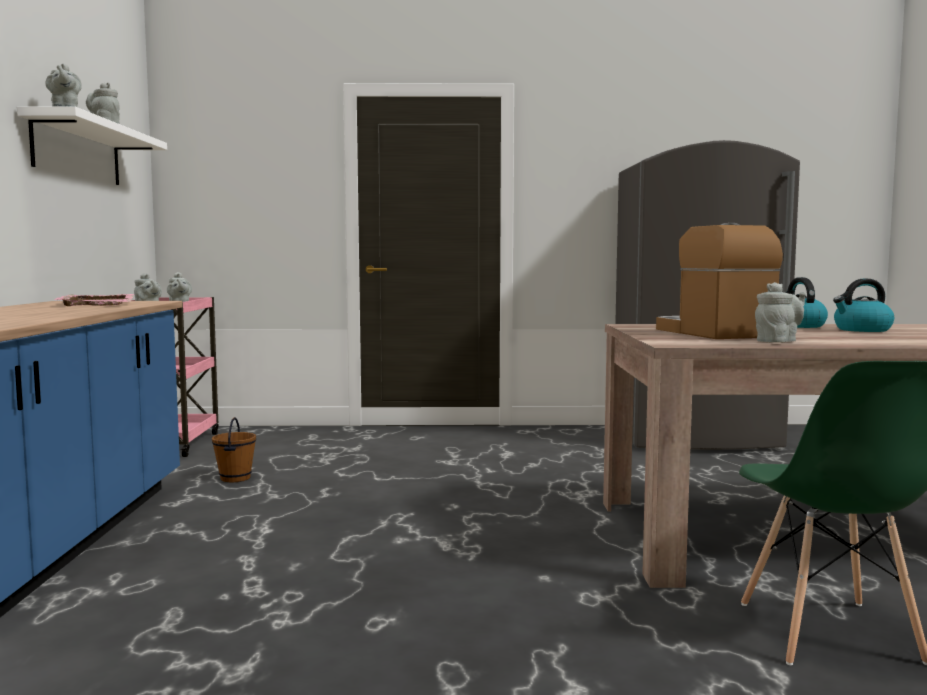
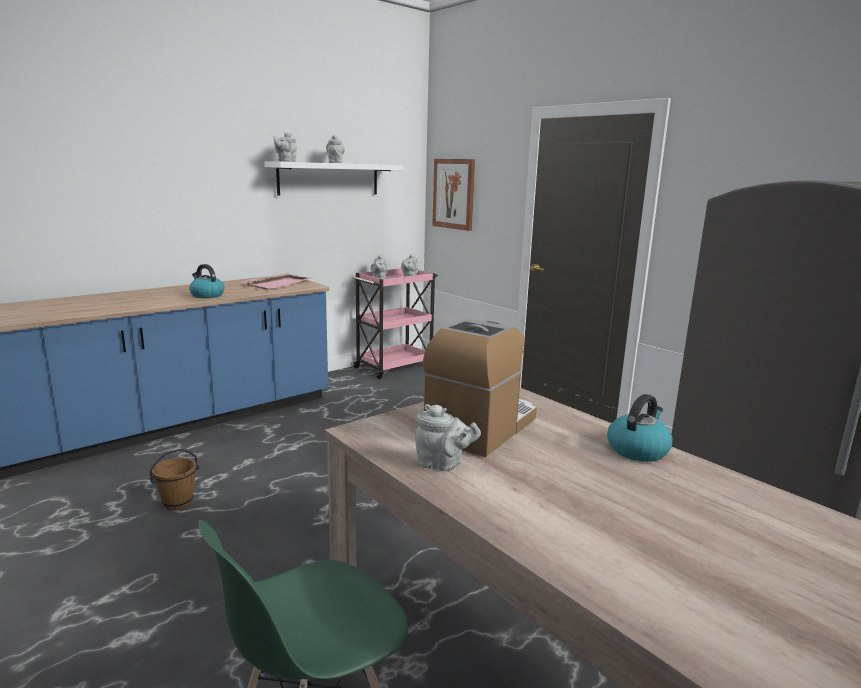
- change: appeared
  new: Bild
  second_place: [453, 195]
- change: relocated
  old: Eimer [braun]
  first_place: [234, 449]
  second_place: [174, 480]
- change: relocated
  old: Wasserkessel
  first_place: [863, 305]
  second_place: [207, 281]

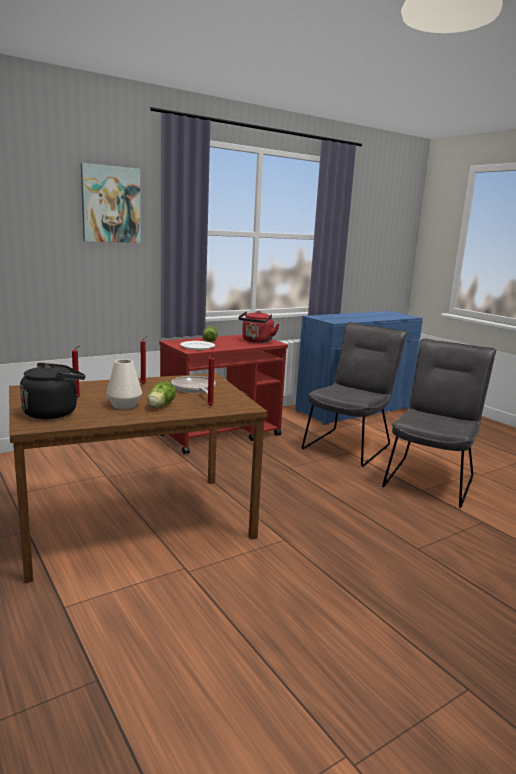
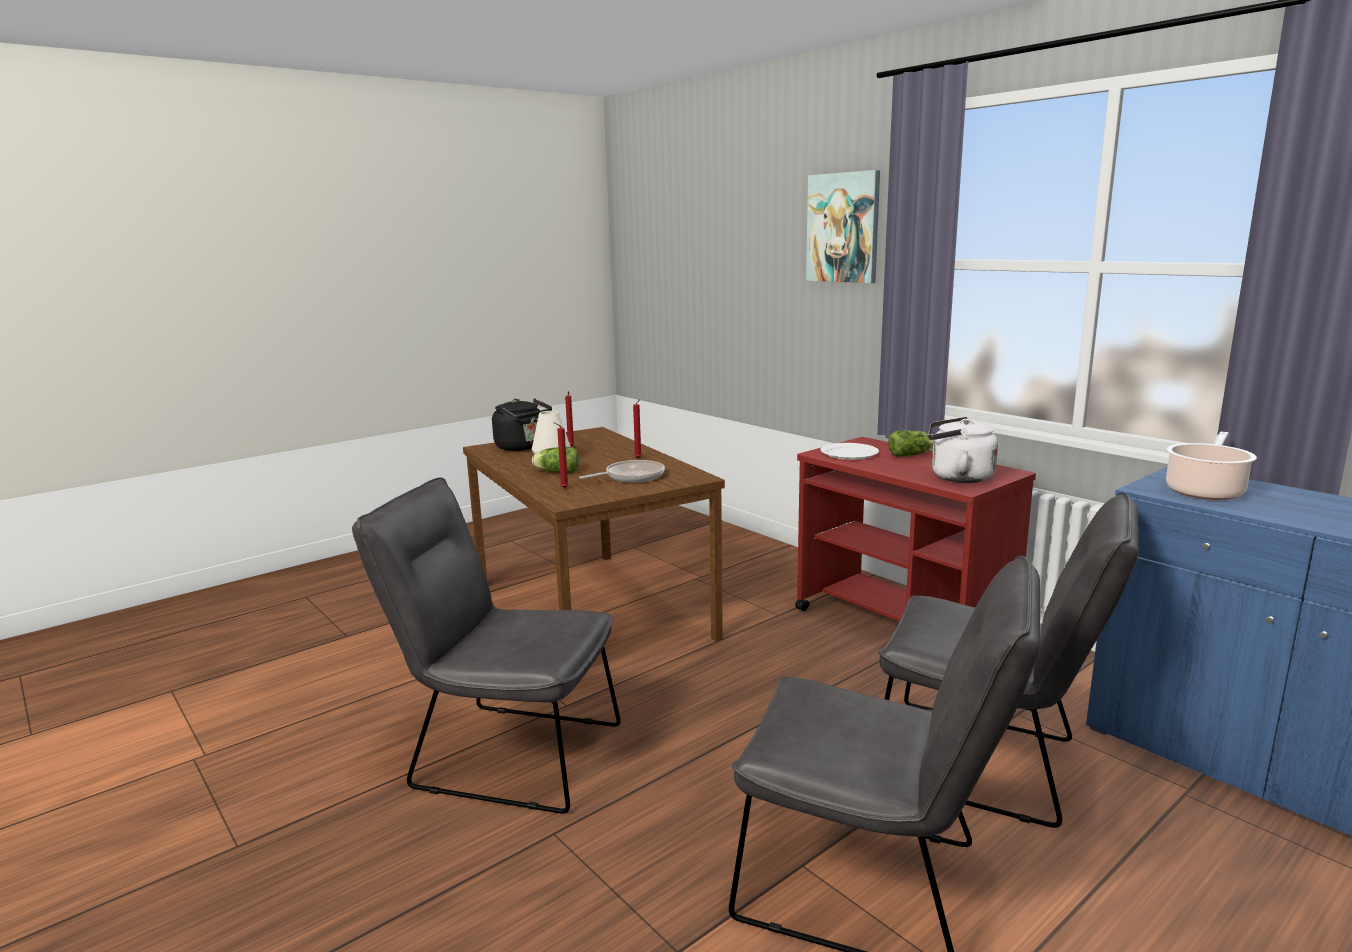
- change: appeared
  new: Stuhl [grau]
  second_place: [486, 645]
- change: appeared
  new: Kochtopf
  second_place: [1211, 466]
- change: colour
  old: Wasserkessel [rot]
  new: Wasserkessel [weiß]
  first_place: [258, 327]
  second_place: [963, 450]

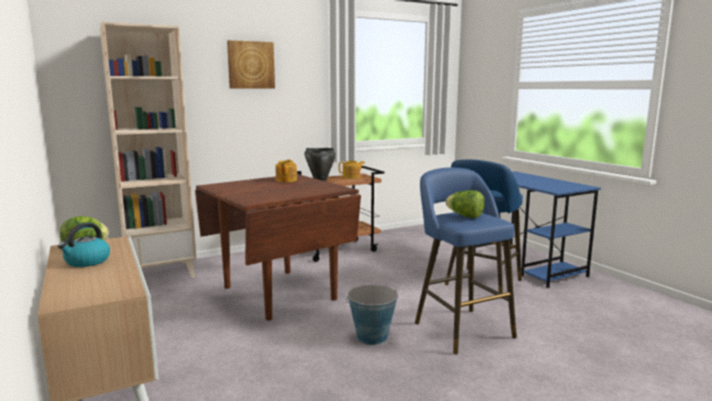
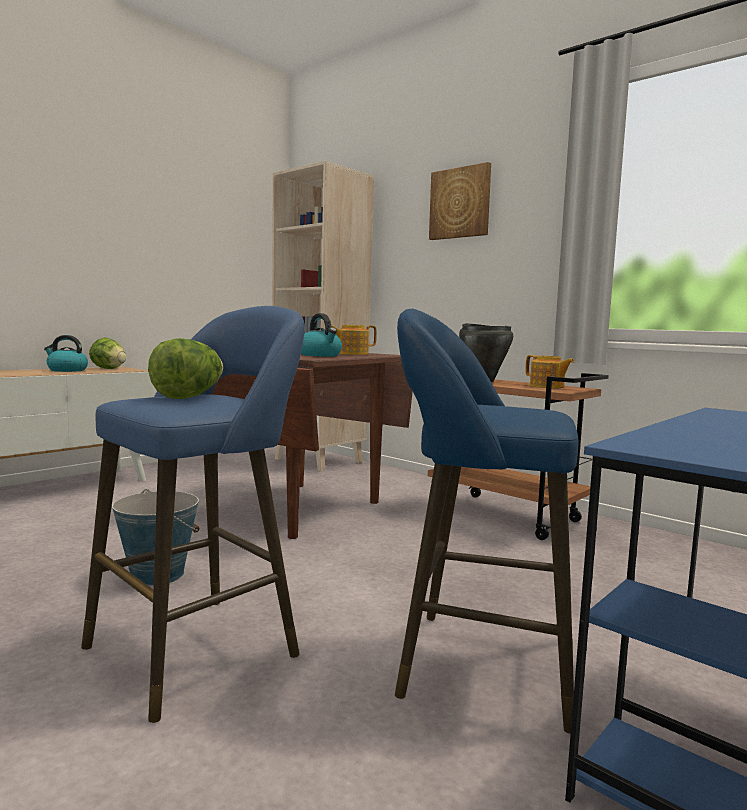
- change: appeared
  new: Wasserkessel
  second_place: [321, 334]

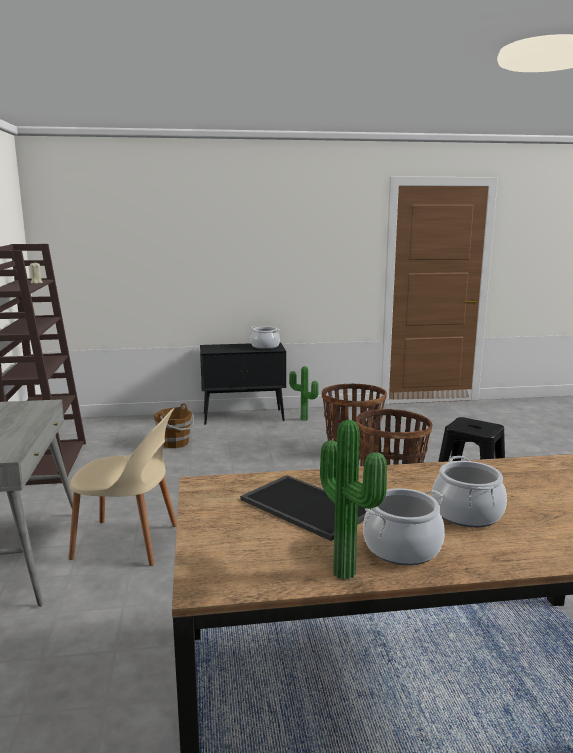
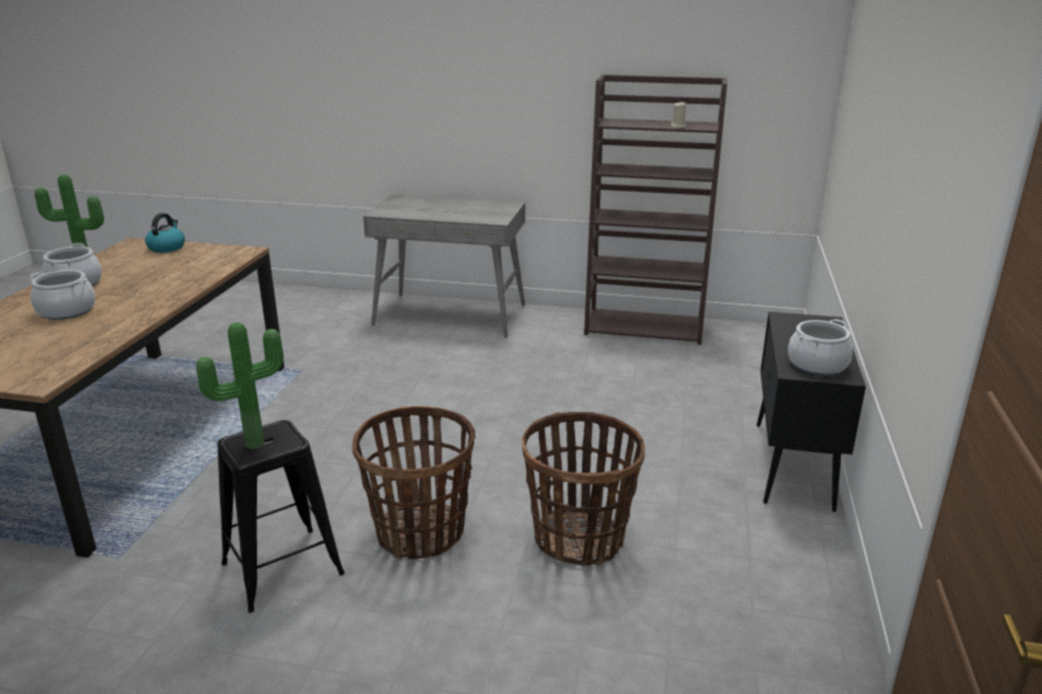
- change: missing
  old: Stuhl [beige]
  first_place: [123, 487]
- change: missing
  old: Eimer [braun]
  first_place: [174, 426]
- change: missing
  old: Tablett
  first_place: [303, 508]
- change: appeared
  new: Wasserkessel
  second_place: [165, 233]
- change: relocated
  old: Topfpflanze
  first_place: [304, 393]
  second_place: [240, 385]

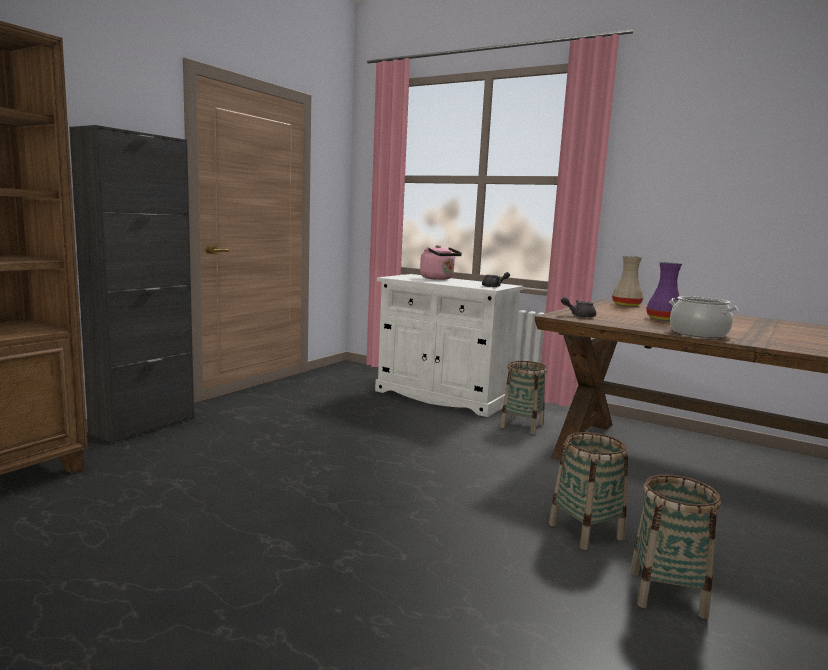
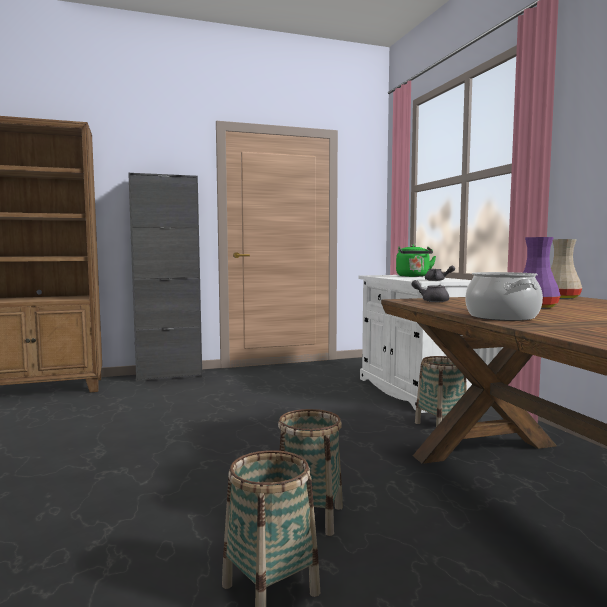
- change: colour
  old: Wasserkessel [rosa]
  new: Wasserkessel [grün]
  first_place: [441, 262]
  second_place: [416, 260]

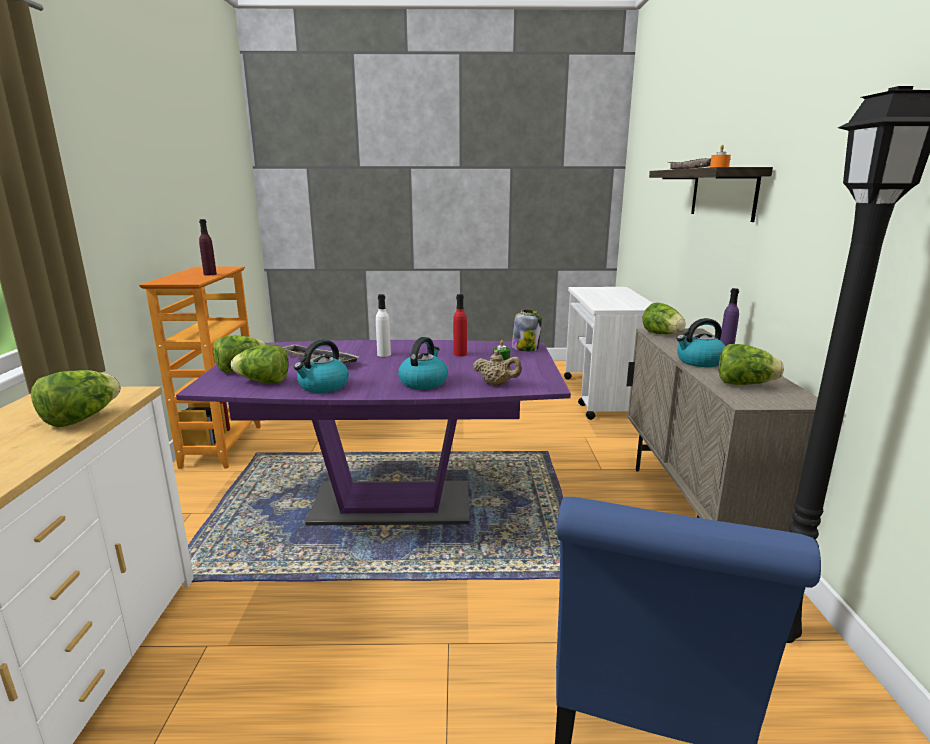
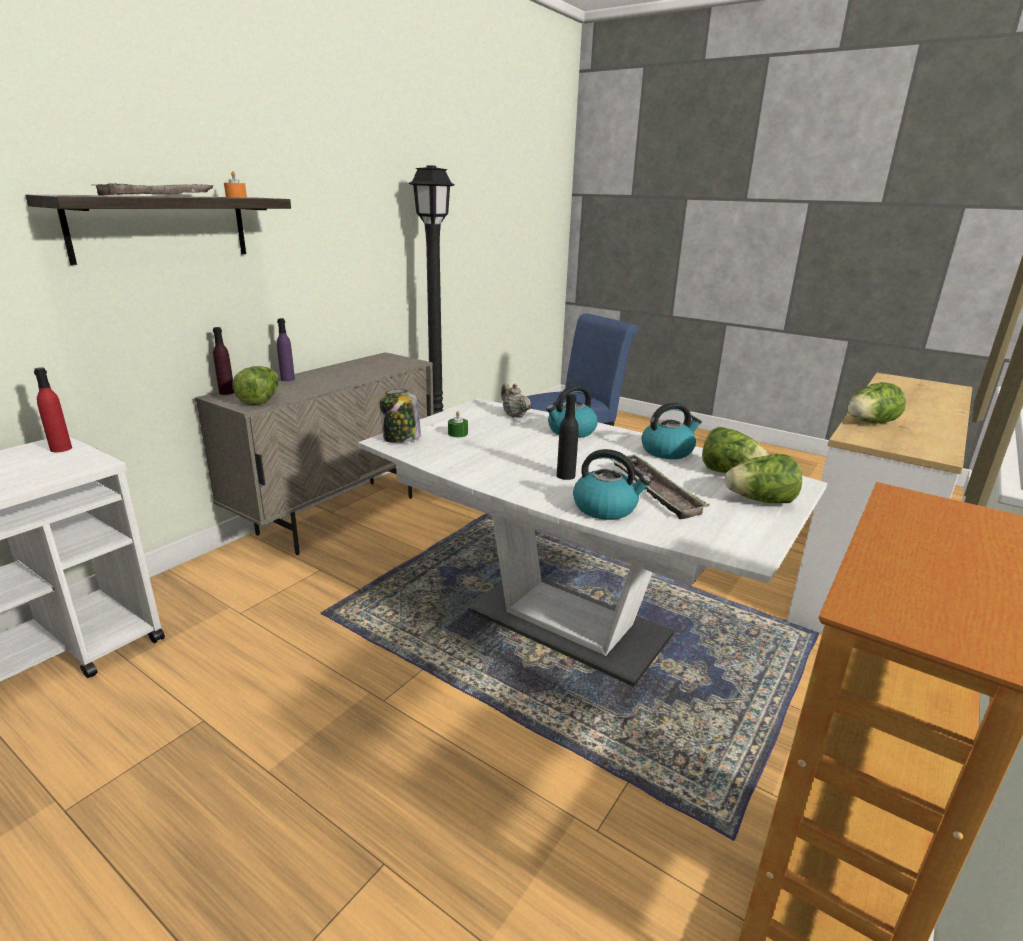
- change: missing
  old: Salatkopf
  first_place: [751, 364]
- change: relocated
  old: Flasche [lila]
  first_place: [208, 247]
  second_place: [223, 361]
- change: relocated
  old: Flasche [rot]
  first_place: [460, 325]
  second_place: [53, 409]
- change: relocated
  old: Wasserkessel
  first_place: [700, 342]
  second_place: [612, 484]
- change: colour
  old: Esstisch [lila]
  new: Esstisch [weiß]
  first_place: [373, 432]
  second_place: [592, 543]
- change: colour
  old: Flasche [weiß]
  new: Flasche [schwarz]
  first_place: [383, 325]
  second_place: [568, 437]

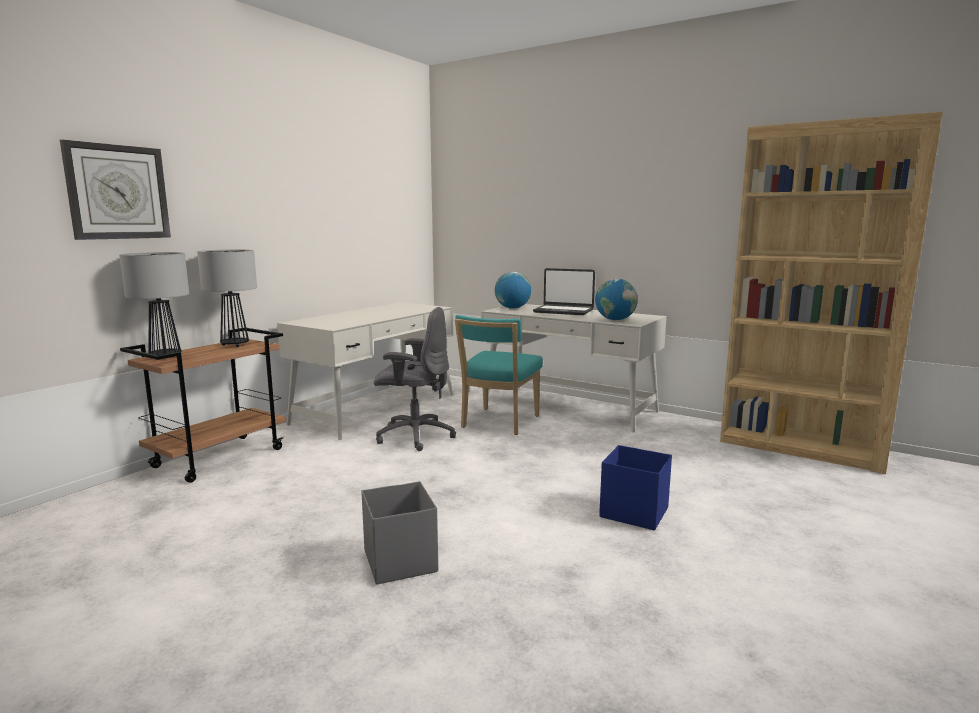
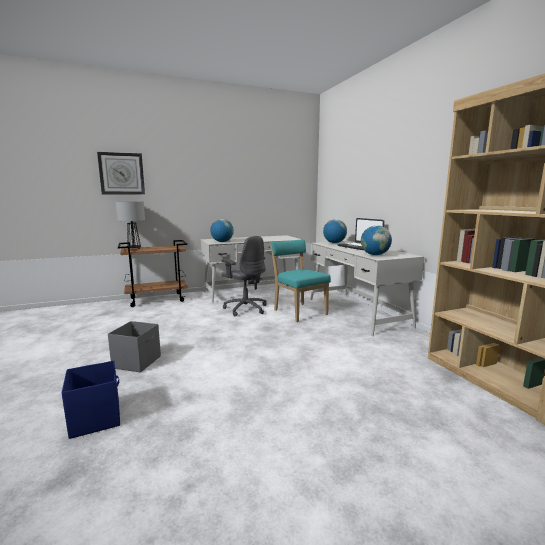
- change: missing
  old: Tischlampe
  first_place: [227, 298]
- change: appeared
  new: Globus
  second_place: [222, 230]
- change: relocated
  old: Aufbewahrungsbox [blau]
  first_place: [635, 487]
  second_place: [90, 399]
- change: spun
  old: Stuhl [türkis]
  first_place: [499, 375]
  second_place: [301, 280]
  degrees: 90

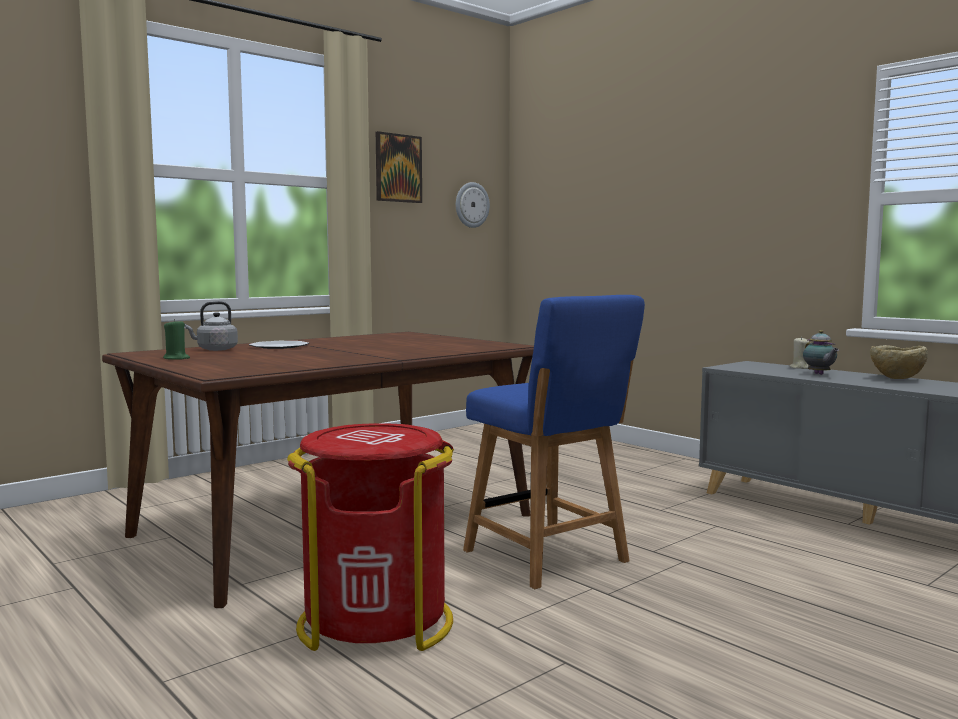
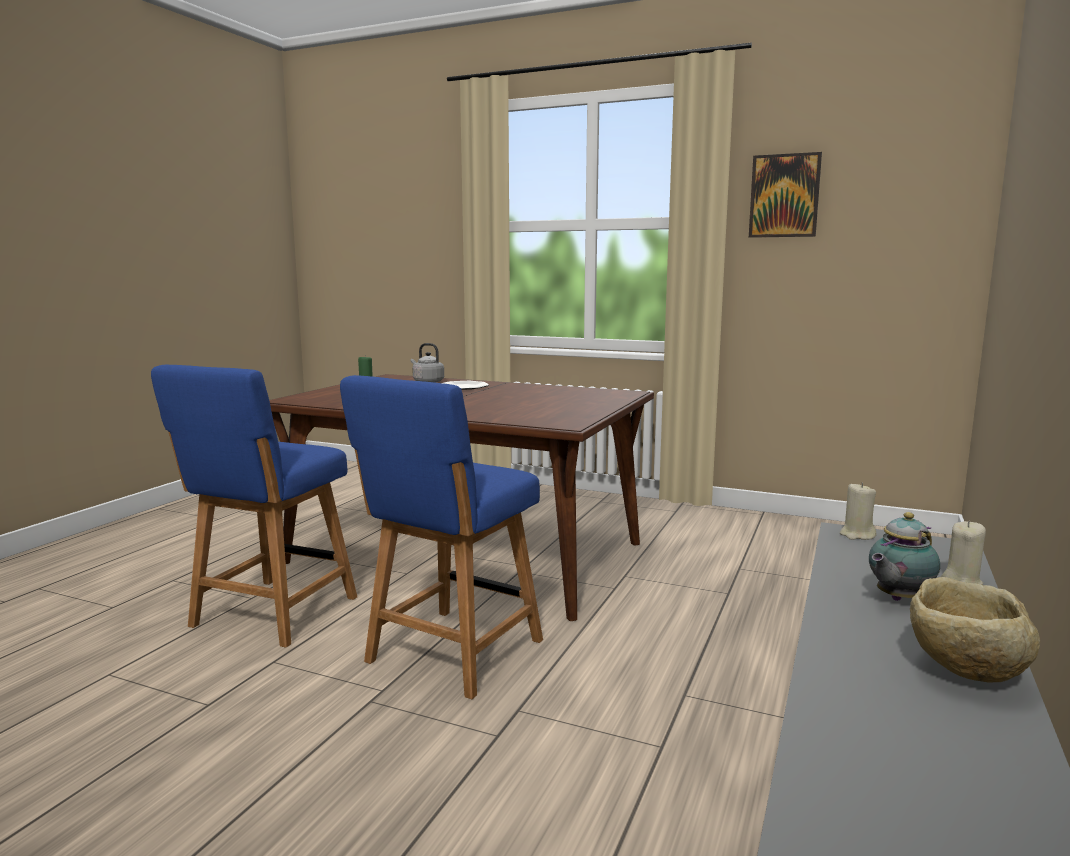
- change: missing
  old: Wanduhr
  first_place: [473, 205]
- change: appeared
  new: Kerze [beige]
  second_place: [858, 511]
- change: exchanged
  old: Mülleimer [rot]
  new: Stuhl [blau]
  first_place: [370, 537]
  second_place: [254, 506]

